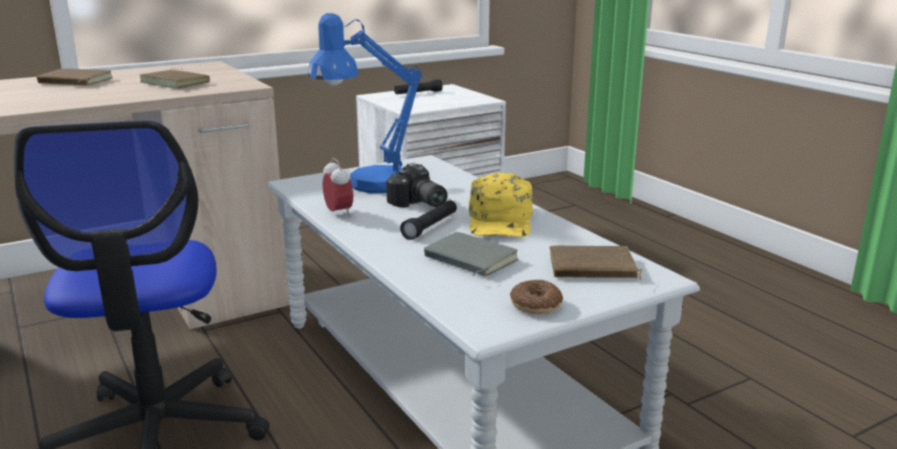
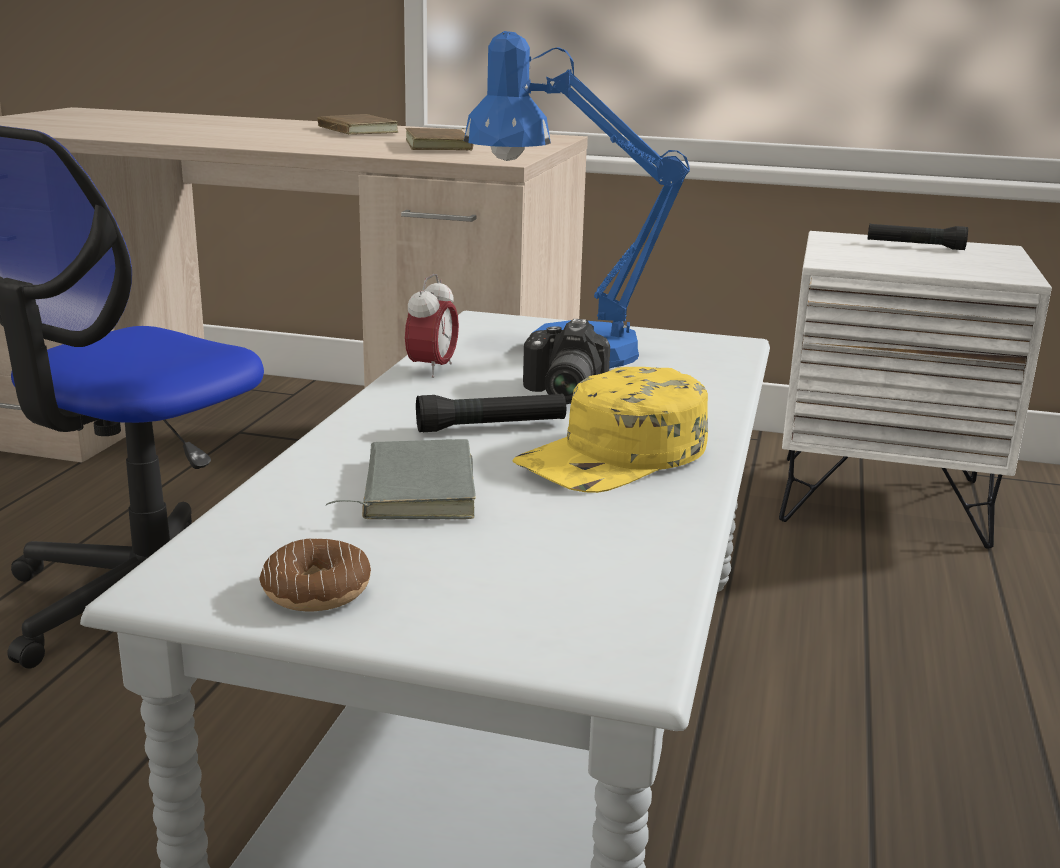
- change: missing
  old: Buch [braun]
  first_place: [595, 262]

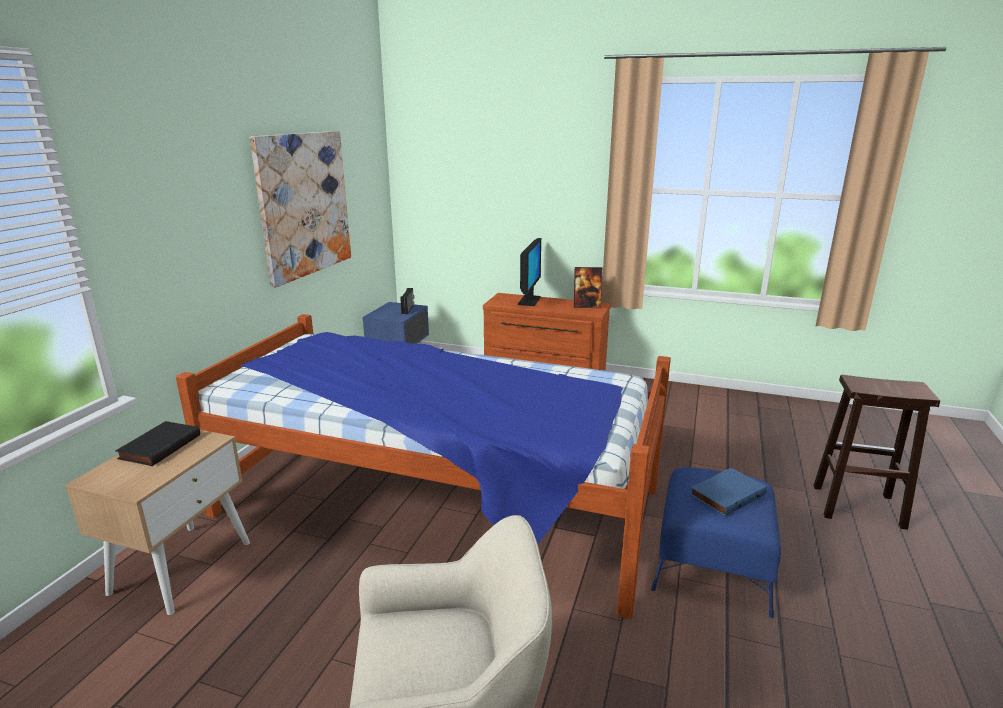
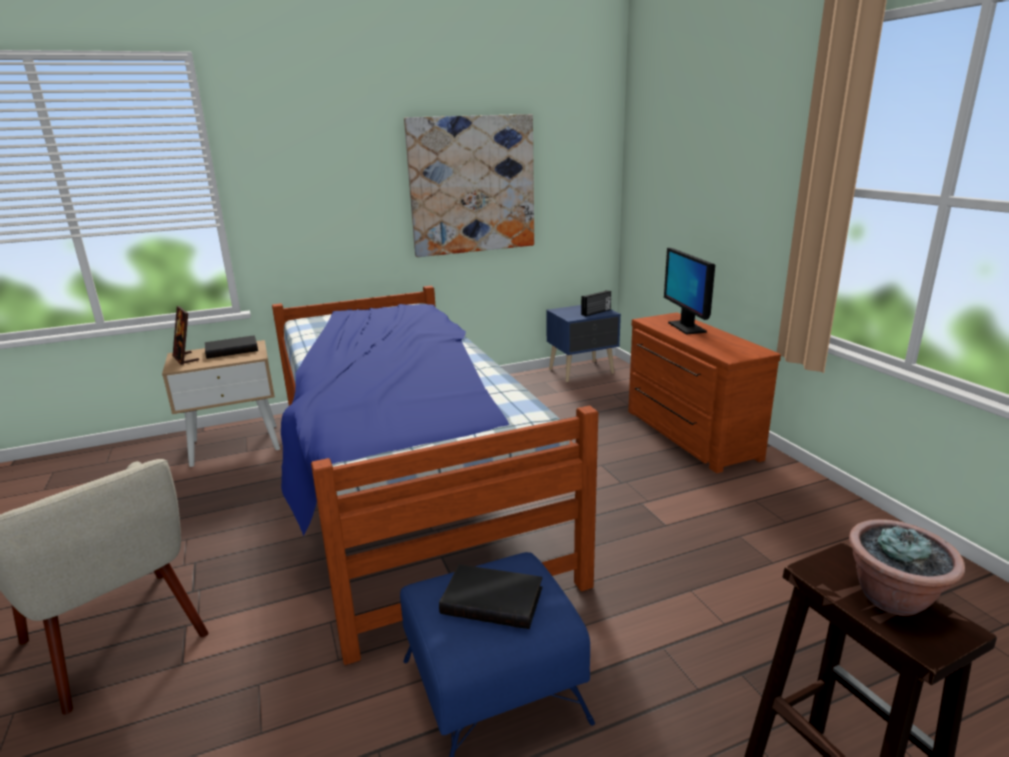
- change: appeared
  new: Topfpflanze
  second_place: [907, 567]
- change: relocated
  old: Bilderrahmen
  first_place: [588, 287]
  second_place: [186, 335]
- change: colour
  old: Buch [blau]
  new: Buch [schwarz]
  first_place: [728, 492]
  second_place: [491, 596]
- change: spun
  old: Monitor
  first_place: [529, 272]
  second_place: [689, 291]
  degrees: 105

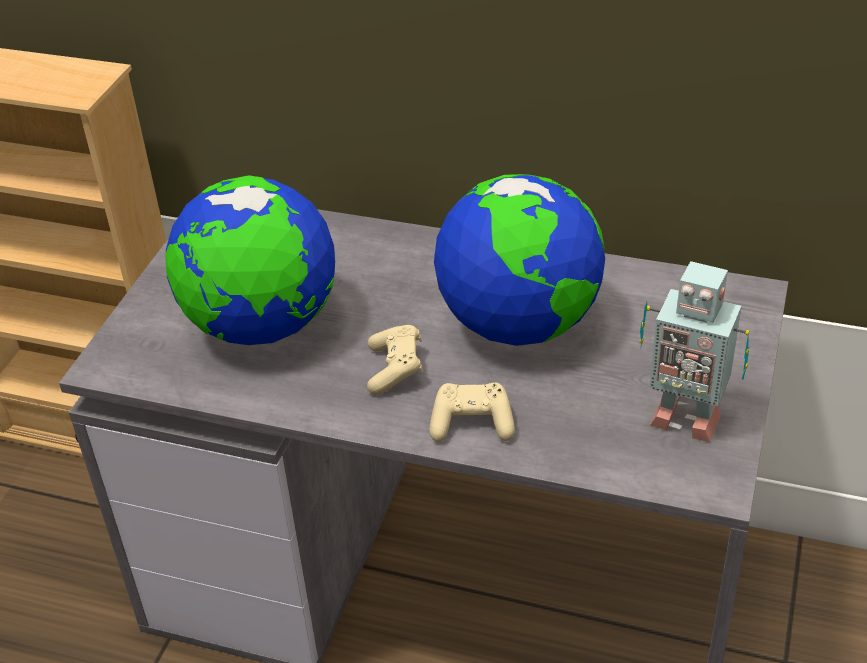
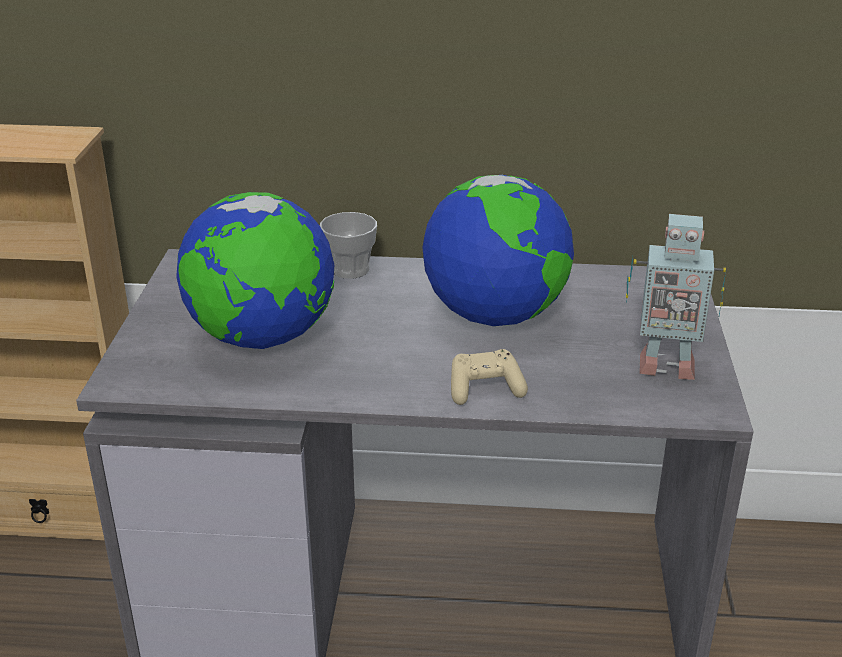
- change: missing
  old: Gamepad [beige]
  first_place: [395, 360]
- change: appeared
  new: Tasse
  second_place: [348, 245]

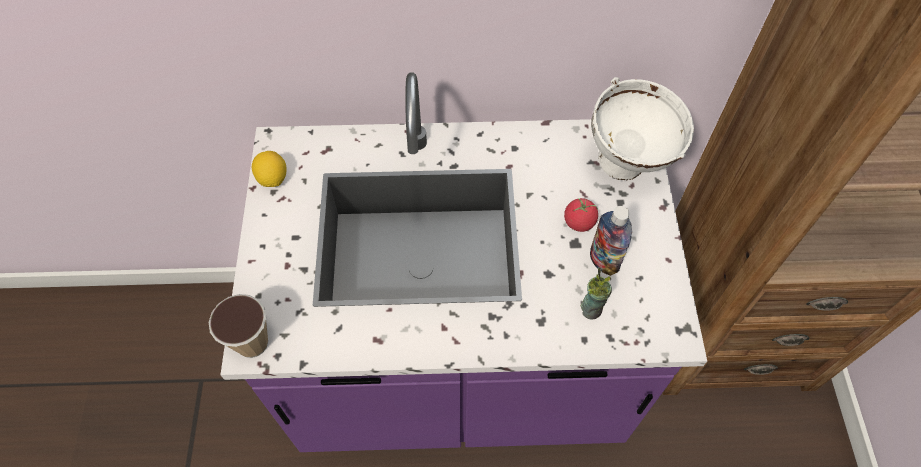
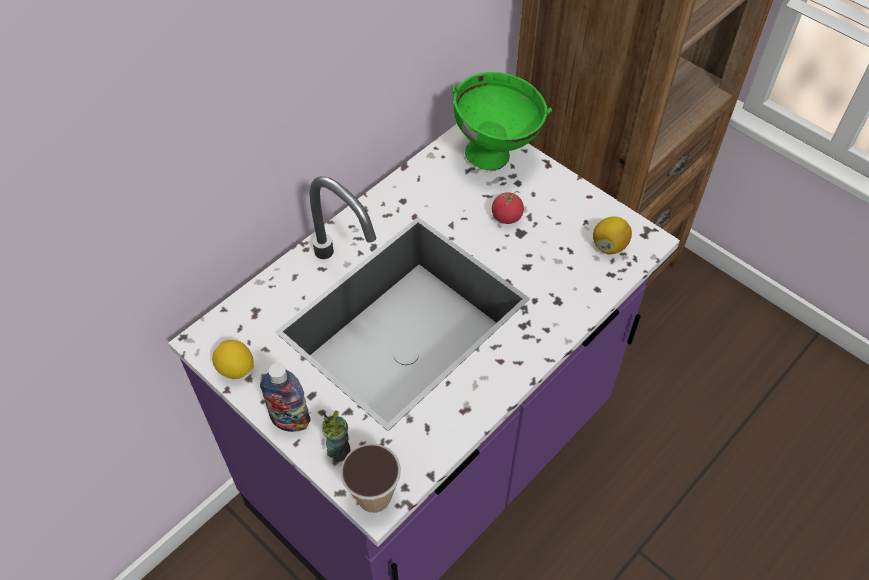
- change: appeared
  new: Zitrone
  second_place: [612, 235]
- change: relocated
  old: Tasse
  first_place: [596, 293]
  second_place: [335, 436]
- change: relocated
  old: Flasche
  first_place: [611, 241]
  second_place: [285, 397]
- change: colour
  old: Schüssel [weiß]
  new: Schüssel [grün]
  first_place: [642, 128]
  second_place: [502, 121]

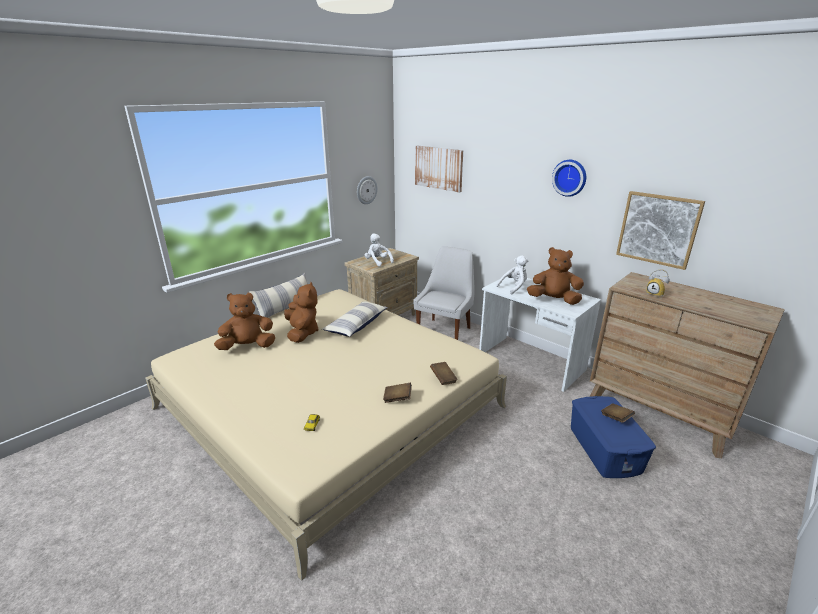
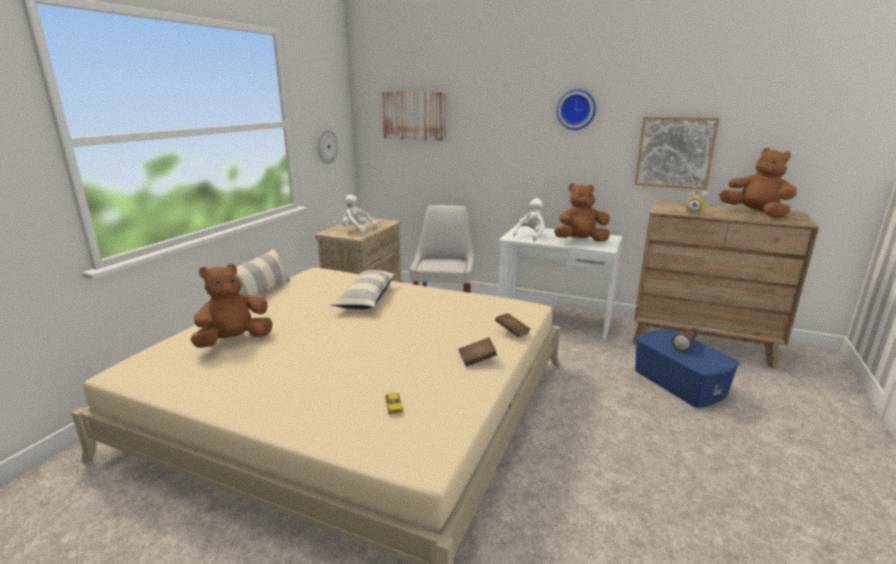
- change: relocated
  old: Plüschtier [braun]
  first_place: [301, 312]
  second_place: [758, 183]
- change: exchanged
  old: Buch [braun]
  new: Taschenlampe
  first_place: [618, 413]
  second_place: [685, 340]

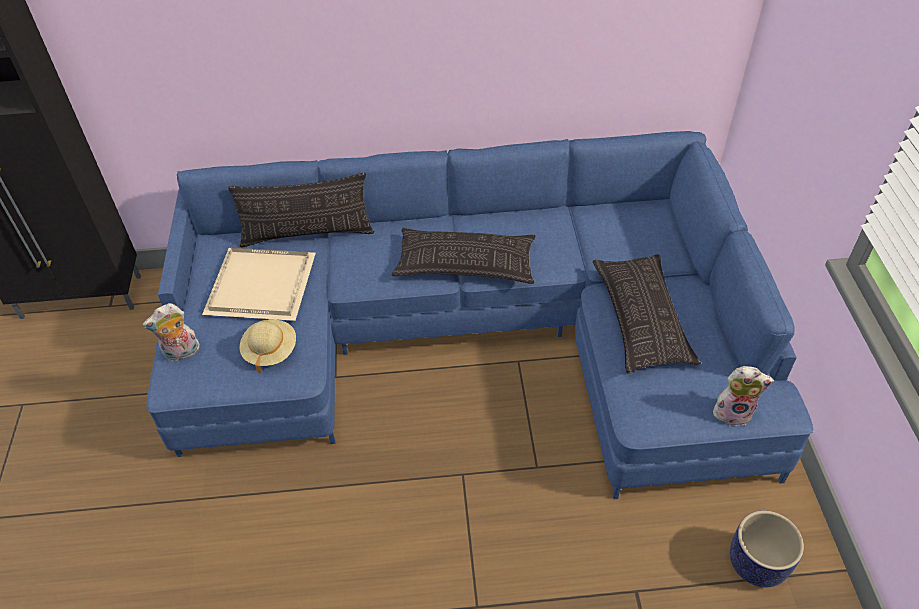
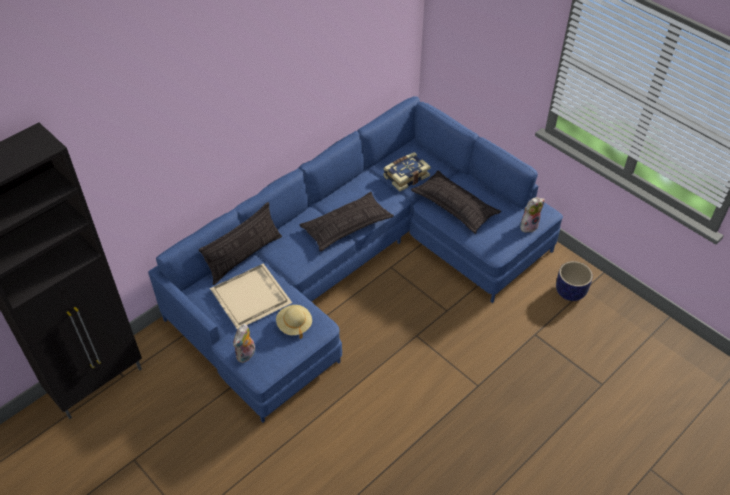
- change: appeared
  new: Buch
  second_place: [407, 171]

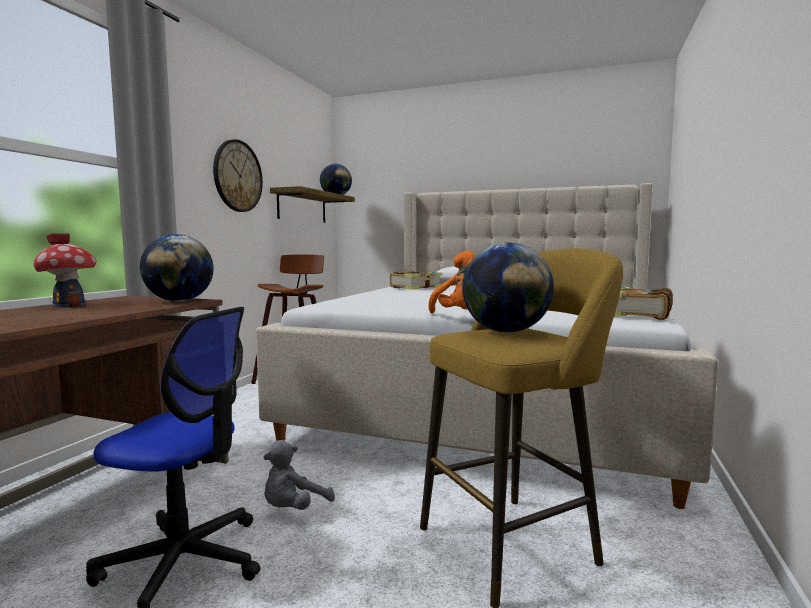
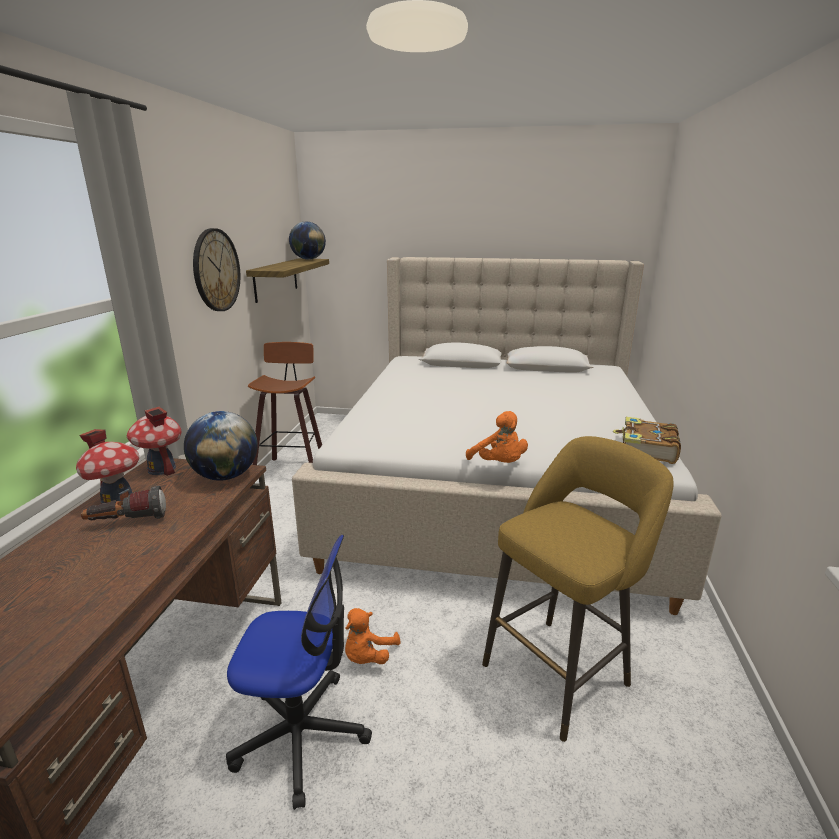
- change: missing
  old: Buch
  first_place: [416, 280]
- change: missing
  old: Globus
  first_place: [508, 287]
- change: appeared
  new: Taschenlampe
  second_place: [123, 503]
- change: appeared
  new: Spielzeughaus
  second_place: [154, 441]
- change: colour
  old: Plüschtier [grau]
  new: Plüschtier [orange]
  first_place: [299, 475]
  second_place: [373, 636]

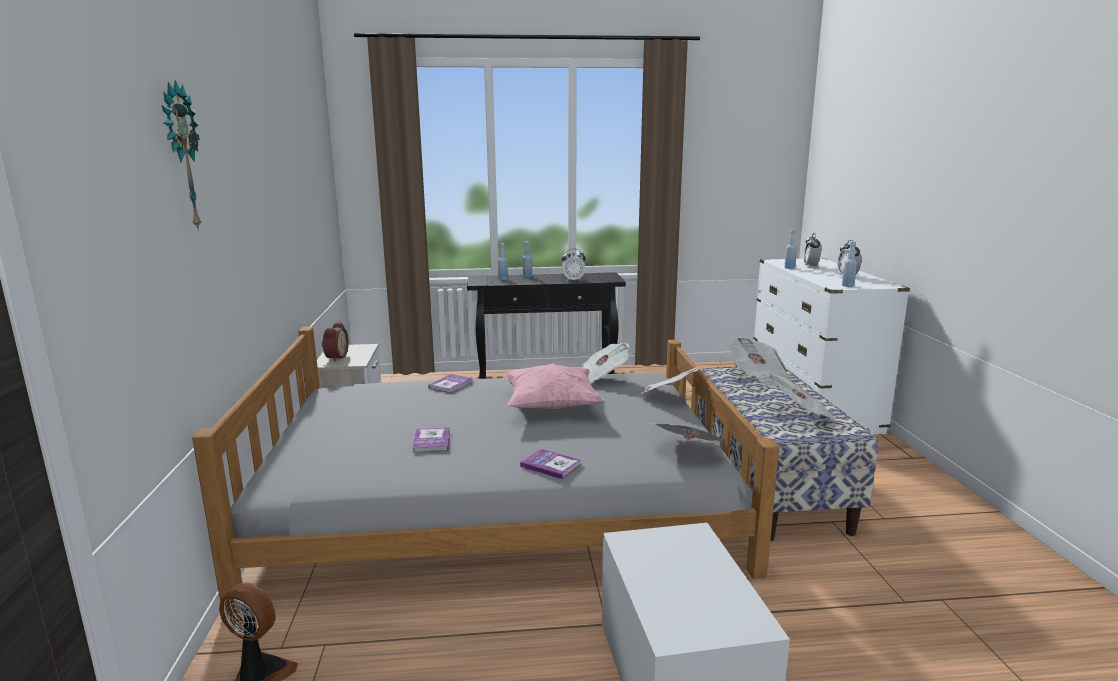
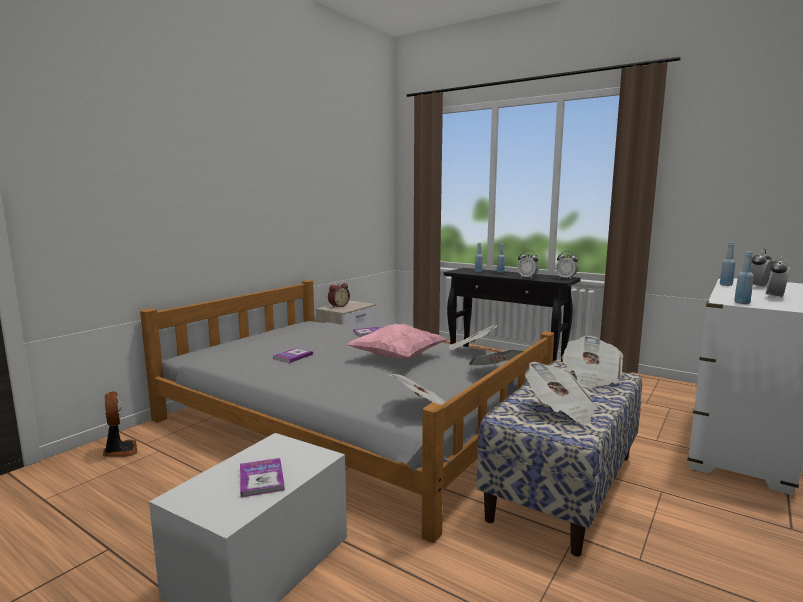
- change: missing
  old: Wanduhr
  first_place: [181, 155]
- change: appeared
  new: Wecker
  second_place: [567, 265]
- change: relocated
  old: Buch
  first_place: [551, 464]
  second_place: [262, 478]

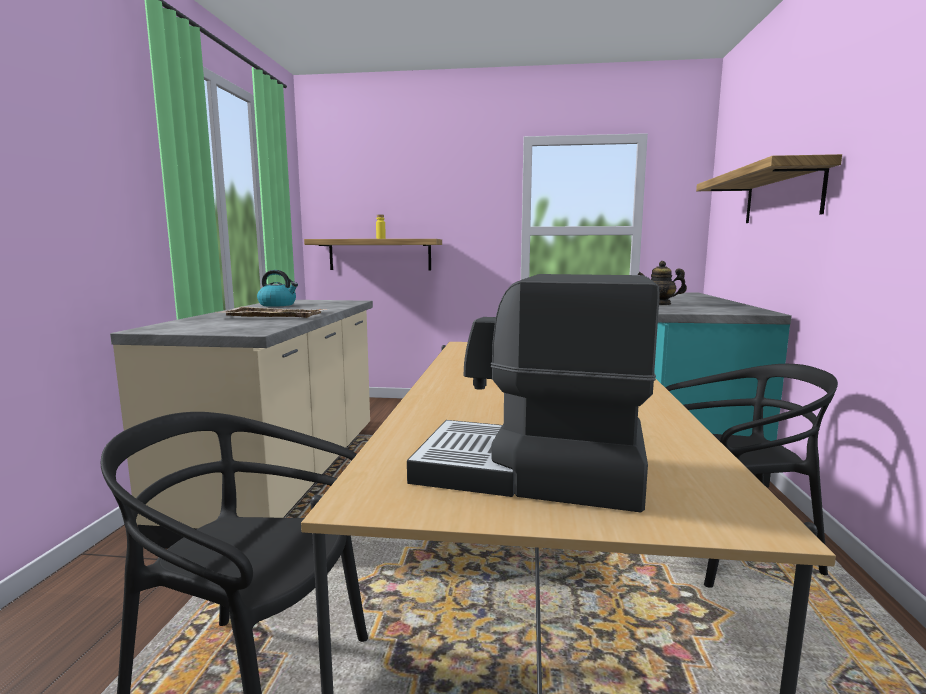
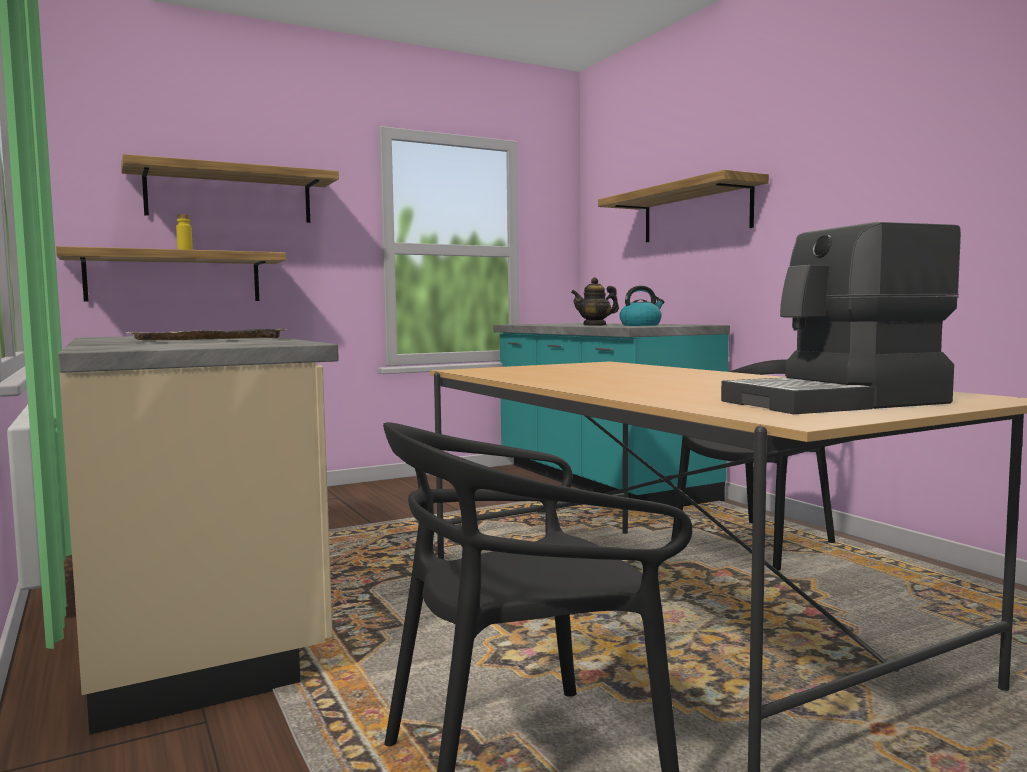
- change: appeared
  new: Wandregal
  second_place: [230, 188]
- change: relocated
  old: Wasserkessel
  first_place: [277, 288]
  second_place: [642, 306]

